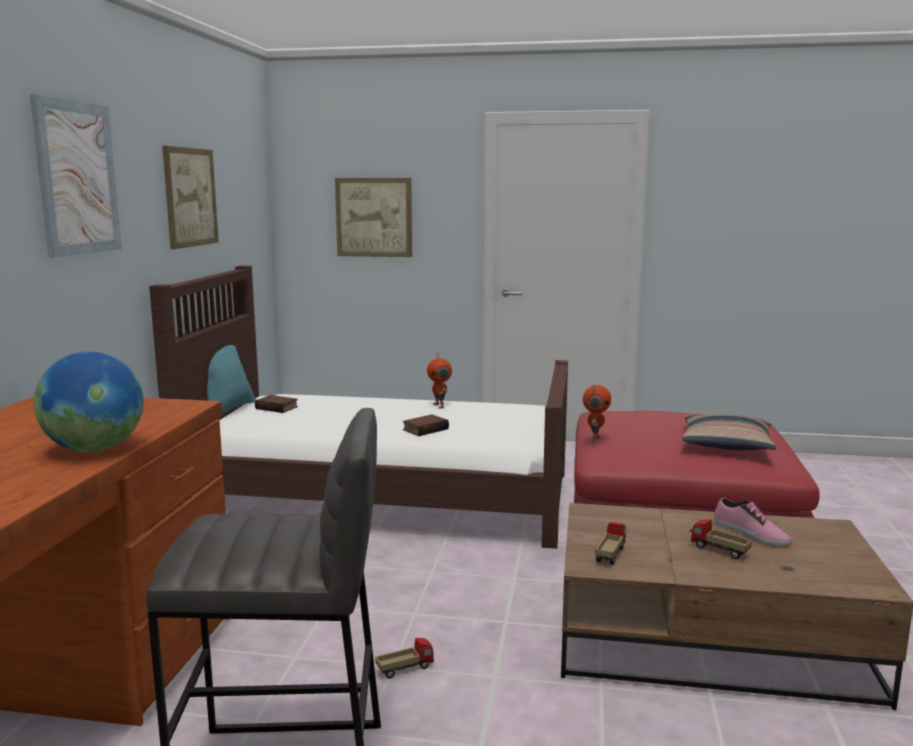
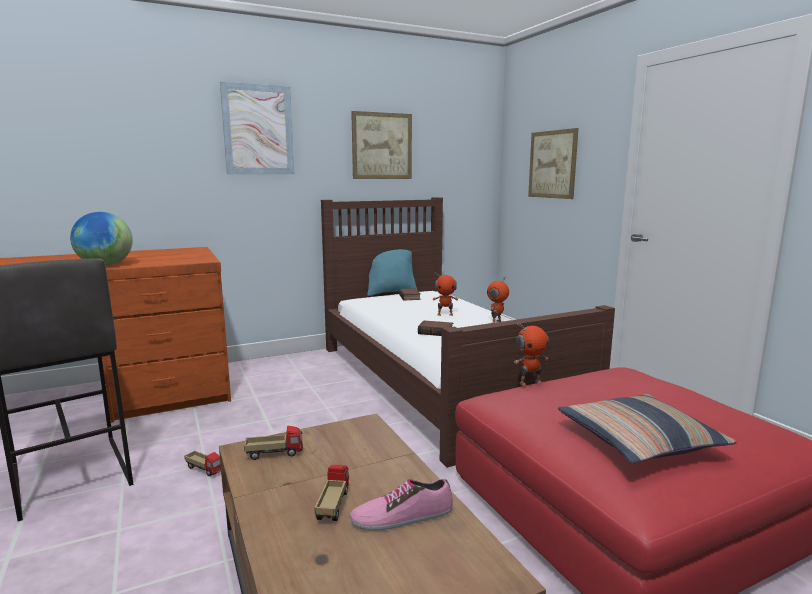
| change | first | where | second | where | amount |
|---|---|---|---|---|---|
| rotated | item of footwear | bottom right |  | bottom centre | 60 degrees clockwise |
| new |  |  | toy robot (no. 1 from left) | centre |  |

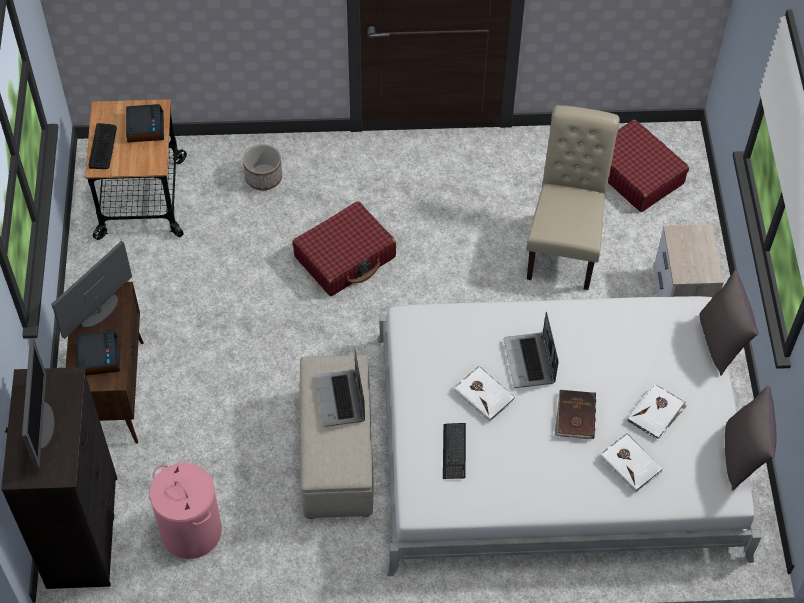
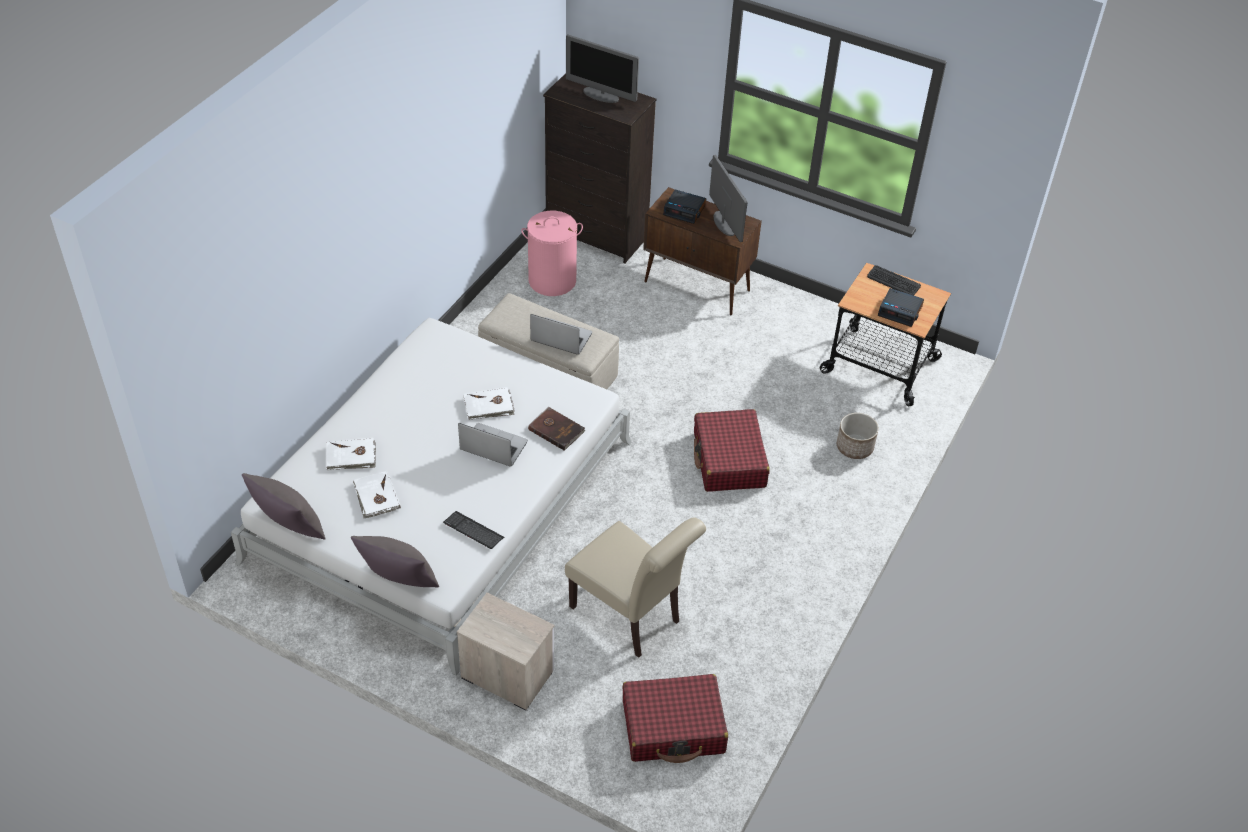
| change | first | where | second | where | amount |
|---|---|---|---|---|---|
| shifted | PC keyboard (no. 2 from left in the first image) | bottom centre | PC keyboard (no. 1 from left) | centre |  |
| shifted | brown-coloured volume | bottom right |  | centre |  |

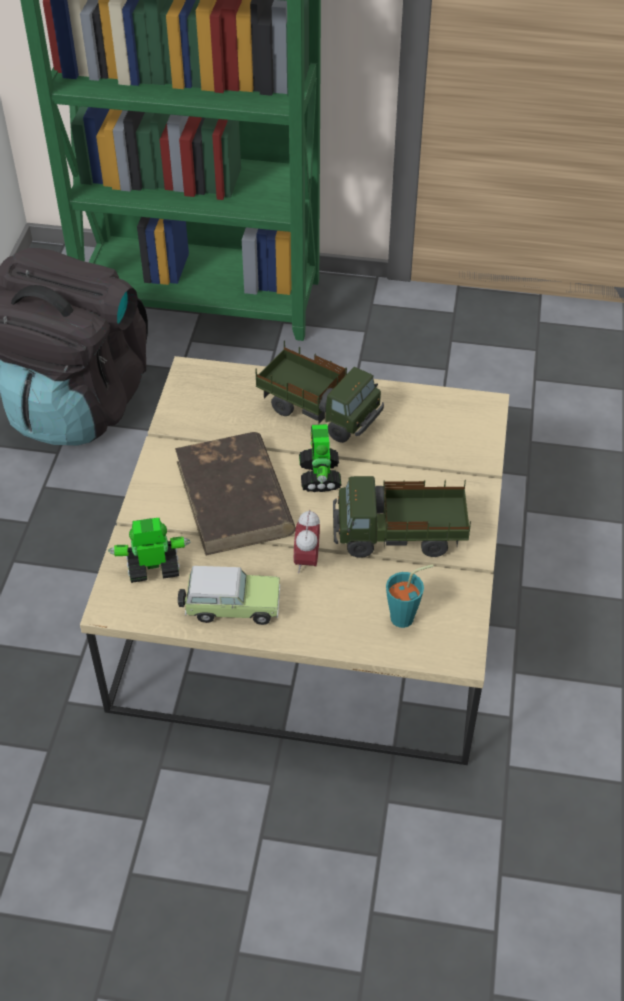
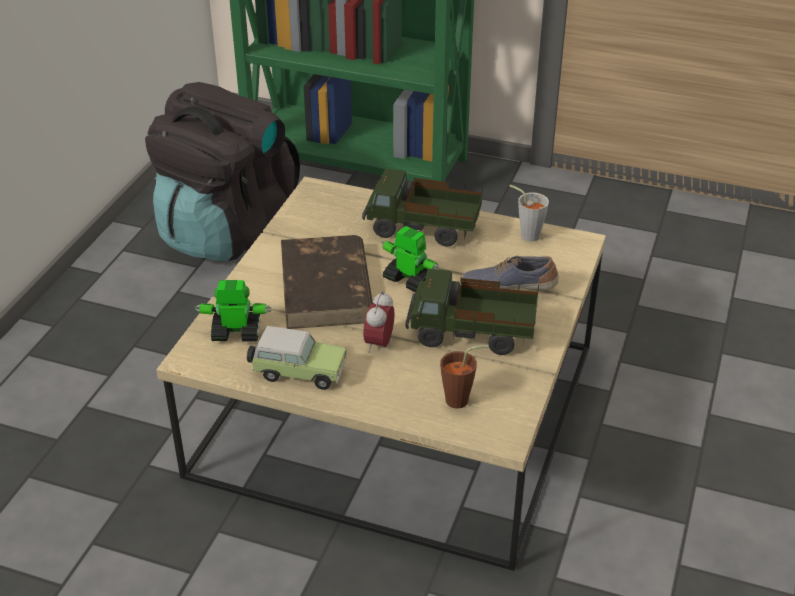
| change | first | where | second | where | amount |
|---|---|---|---|---|---|
| rotated | toy lorry (no. 1 from left) | centre |  | centre | 150 degrees clockwise |
| rotated | toy robot (no. 2 from left) | centre |  | centre | 120 degrees clockwise |
| repainted | turquoise cup | centre | brown-coloured cup | centre |  |
| new |  |  | item of footwear | centre |  |
| new |  |  | grey cup | centre |  |

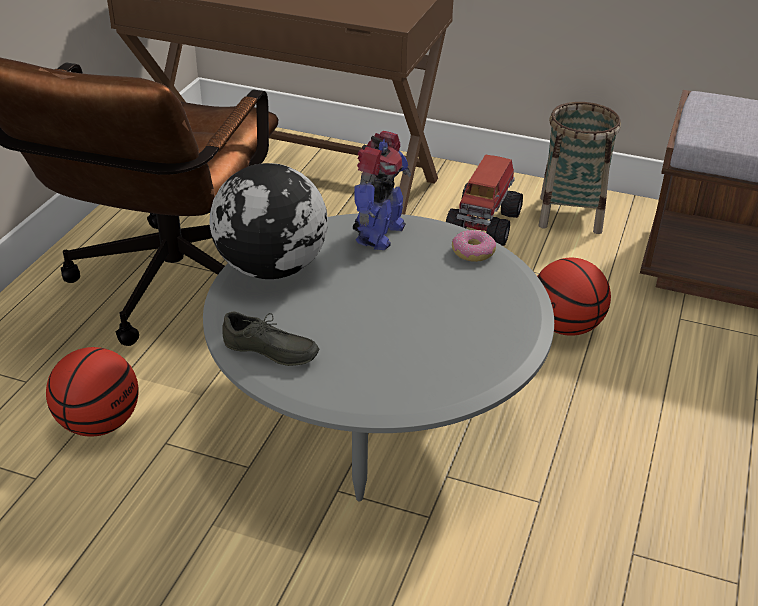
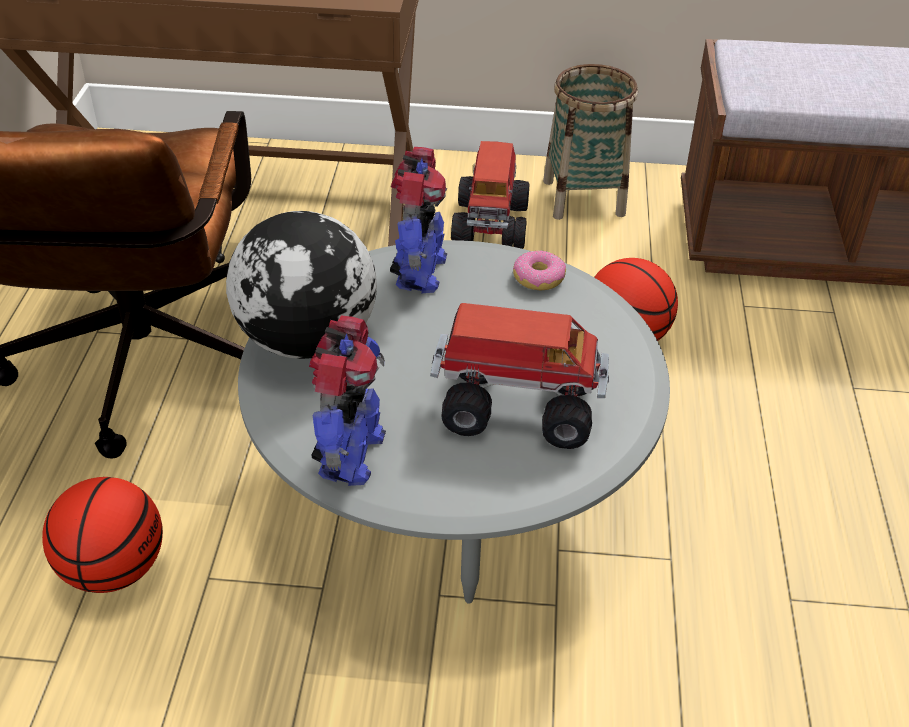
| change | first | where | second | where | amount |
|---|---|---|---|---|---|
| swapped | grey item of footwear | centre | toy robot (no. 1 from left) | centre |  |
| new |  |  | toy lorry (no. 2 from left) | centre |  |

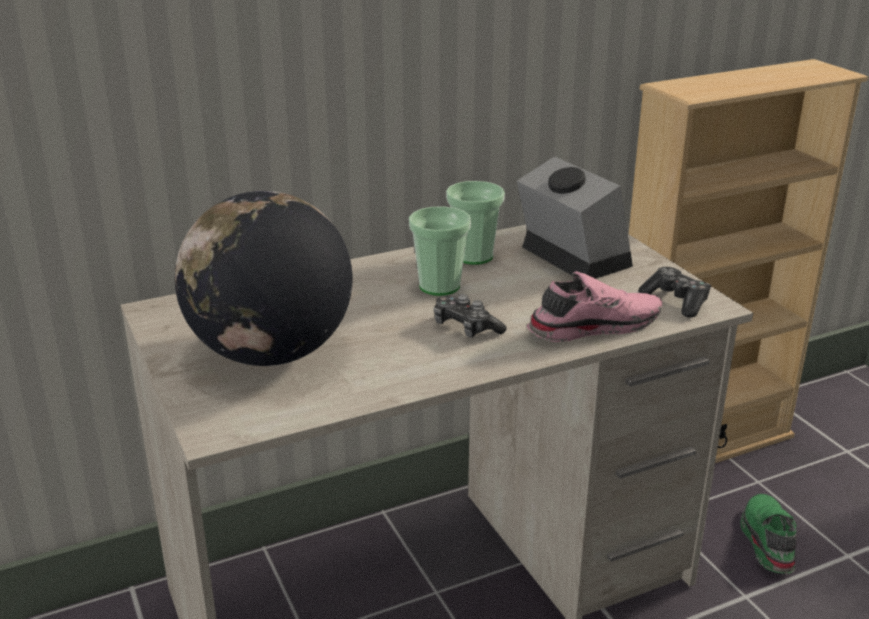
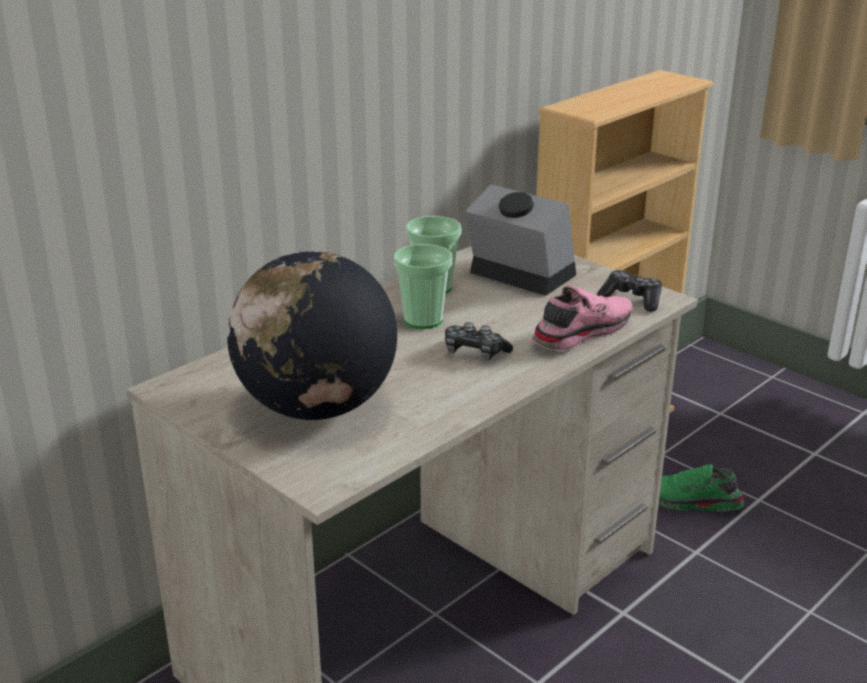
| change | first | where | second | where | amount |
|---|---|---|---|---|---|
| rotated | greenish item of footwear | bottom right |  | bottom right | 60 degrees counterclockwise |

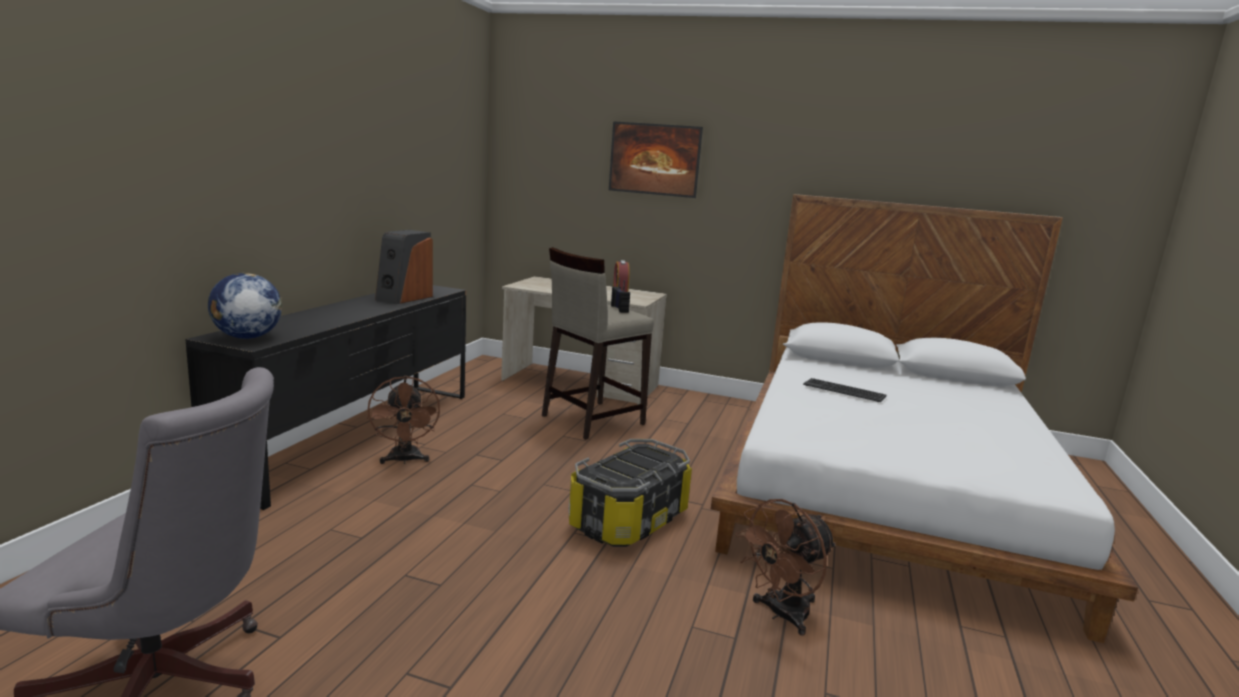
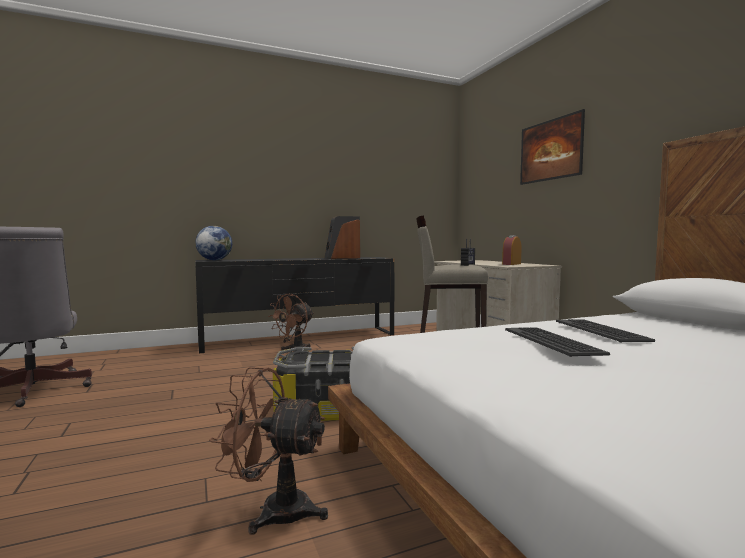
| change | first | where | second | where | amount |
|---|---|---|---|---|---|
| new |  |  | PC keyboard (no. 1 from left) | middle right |  |

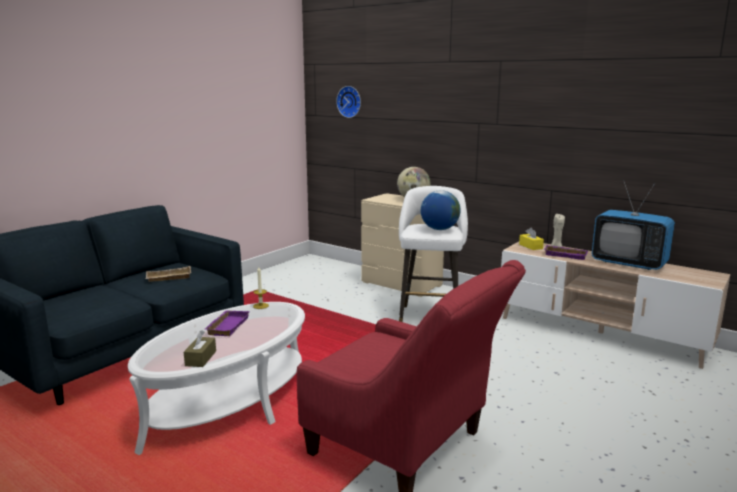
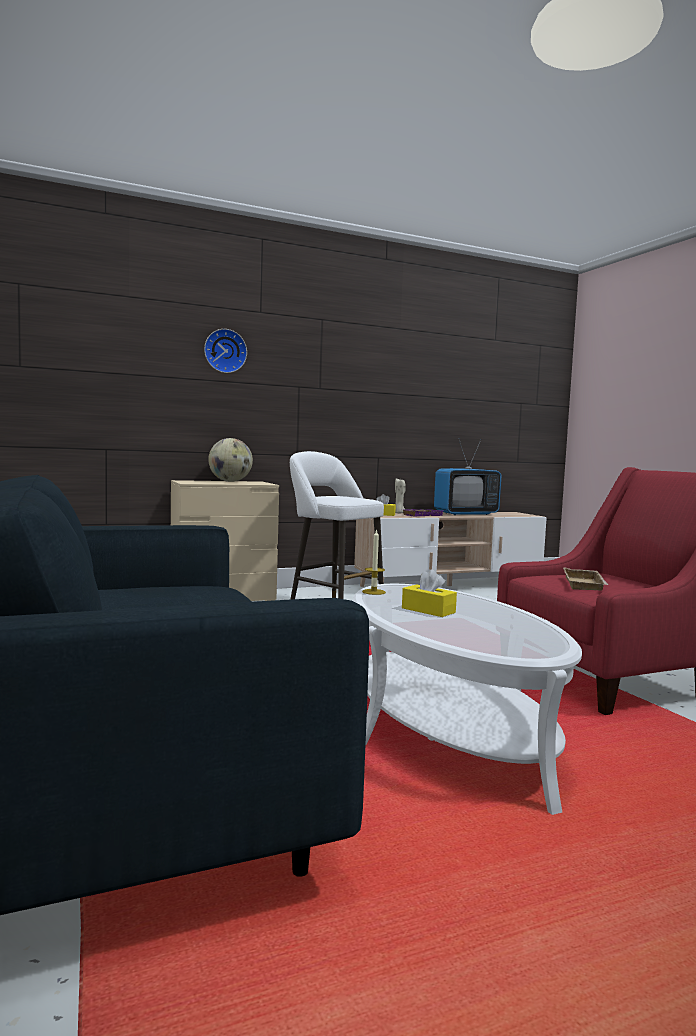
| change | first | where | second | where | amount |
|---|---|---|---|---|---|
| shifted | beige tray | middle left |  | middle right |  |
| gone | brown-coloured tissue box | bottom left |  |  |  |
| swapped | purple-coloured tray (no. 1 from left) | middle left | yellow tissue box (no. 2 from left) | centre |  |
| shifted | wall clock | top centre |  | middle left |  |
| gone | world globe (no. 2 from left) | centre |  |  |  |

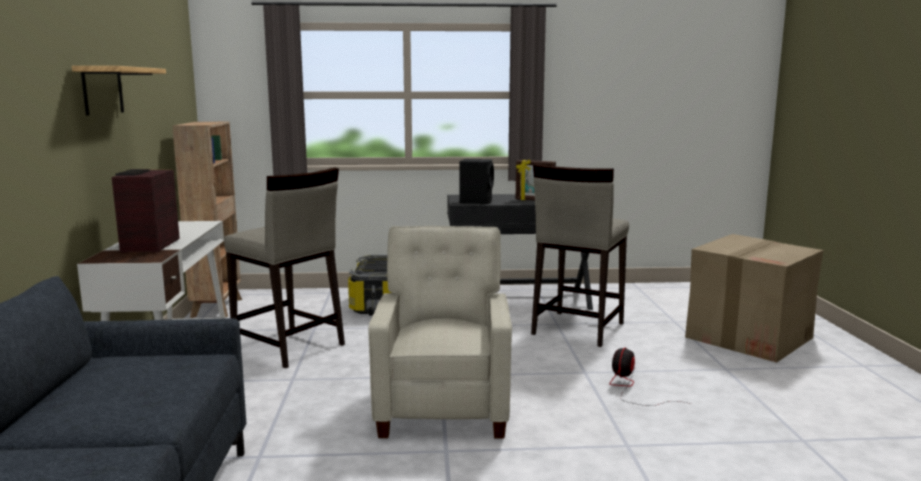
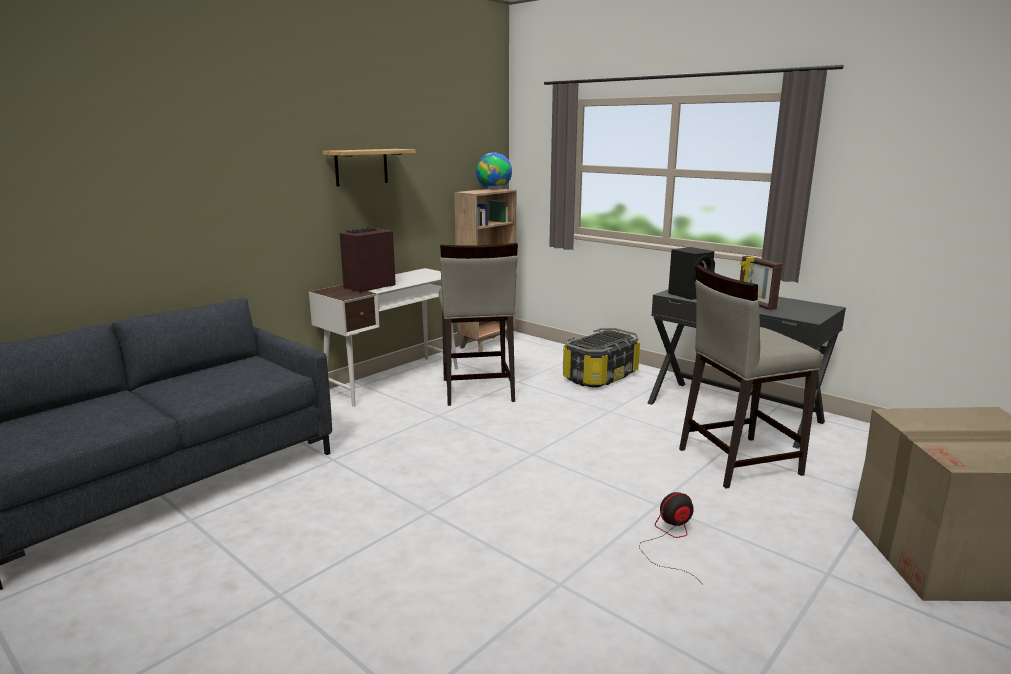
| change | first | where | second | where | amount |
|---|---|---|---|---|---|
| gone | beige lounge chair | bottom centre |  |  |  |
| new |  |  | world globe | top centre |  |

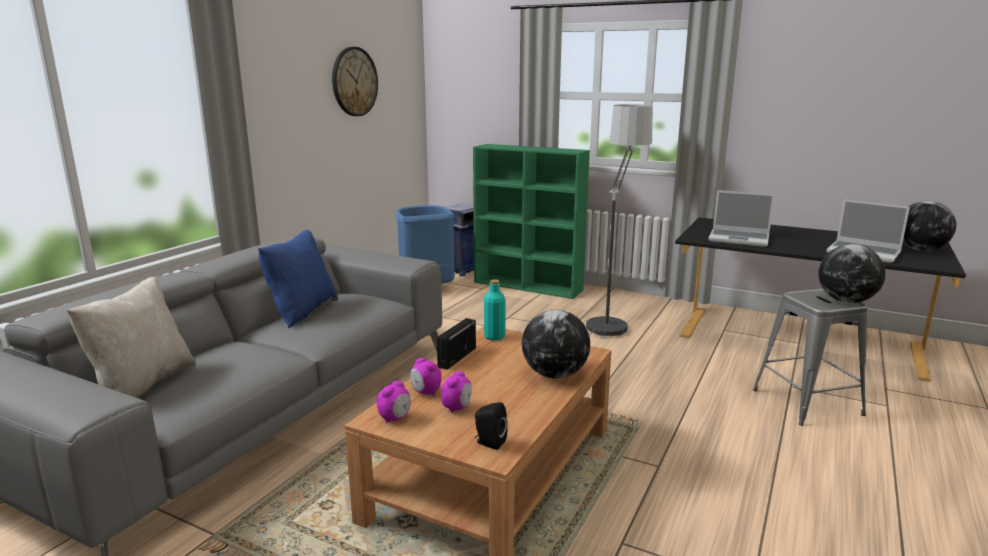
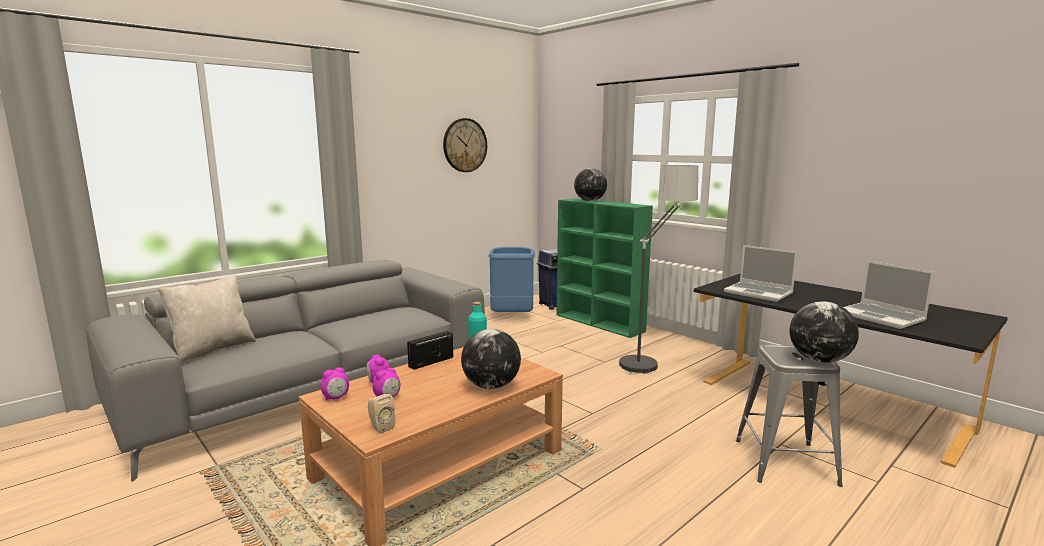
| change | first | where | second | where | amount |
|---|---|---|---|---|---|
| gone | bluish throw pillow | middle left |  |  |  |
| repainted | black-coloured speaker | bottom centre | beige speaker | bottom centre |  |
| shifted | world globe (no. 3 from left in the first image) | middle right | world globe (no. 2 from left) | centre |  |

